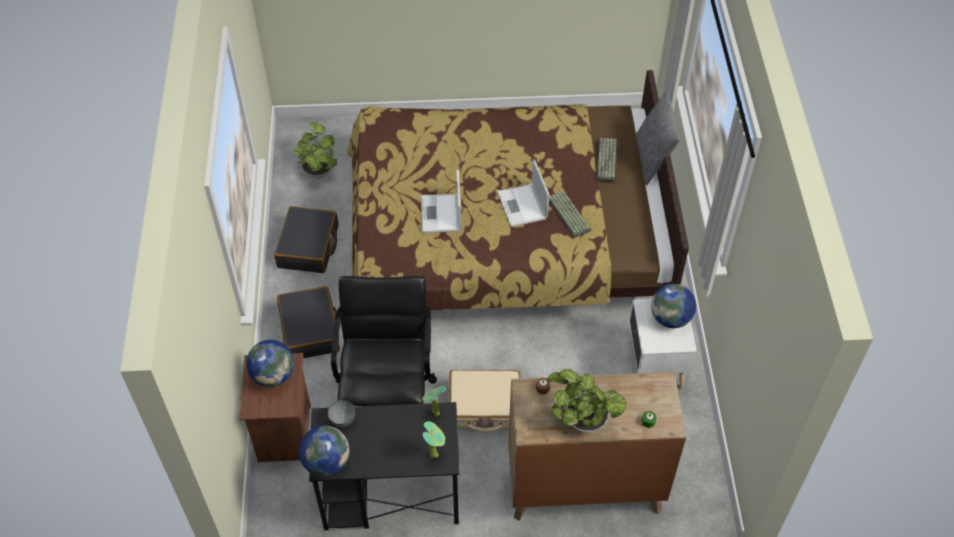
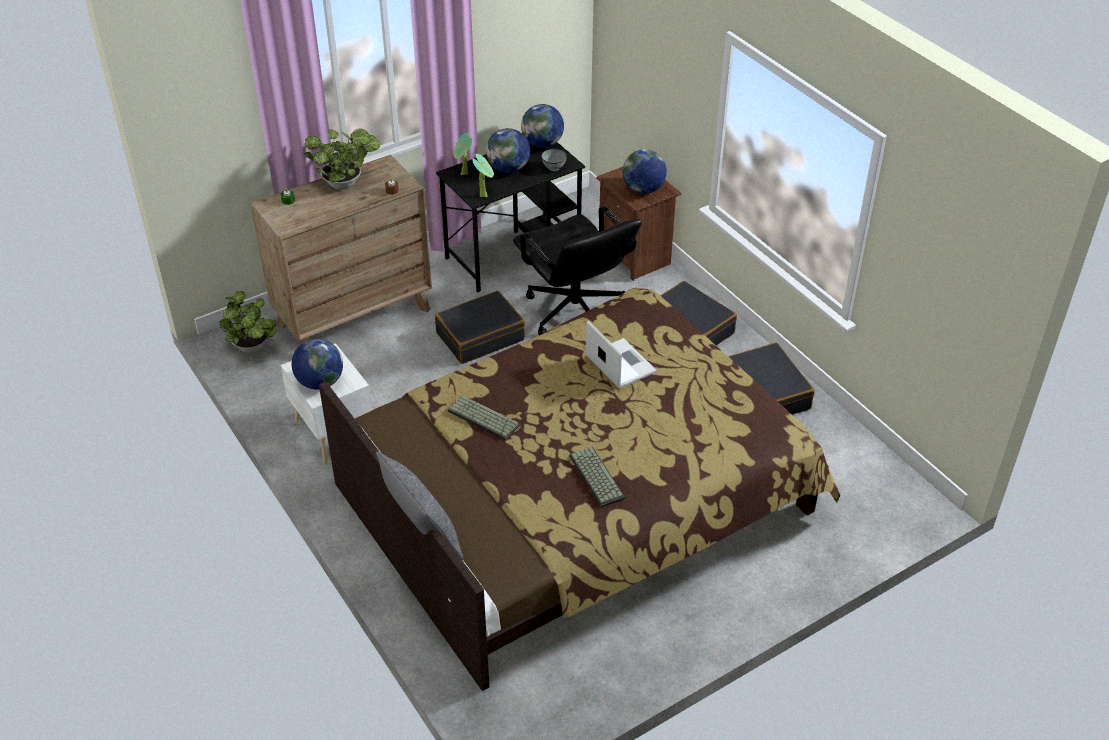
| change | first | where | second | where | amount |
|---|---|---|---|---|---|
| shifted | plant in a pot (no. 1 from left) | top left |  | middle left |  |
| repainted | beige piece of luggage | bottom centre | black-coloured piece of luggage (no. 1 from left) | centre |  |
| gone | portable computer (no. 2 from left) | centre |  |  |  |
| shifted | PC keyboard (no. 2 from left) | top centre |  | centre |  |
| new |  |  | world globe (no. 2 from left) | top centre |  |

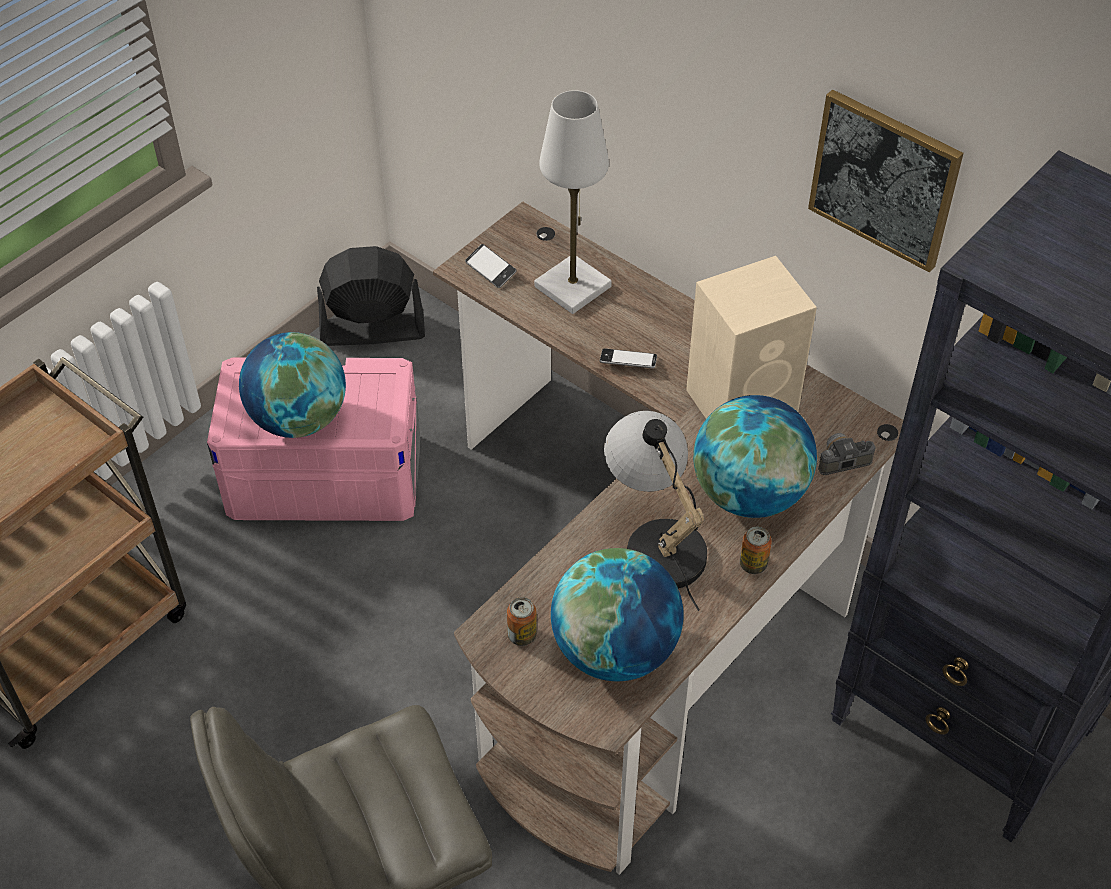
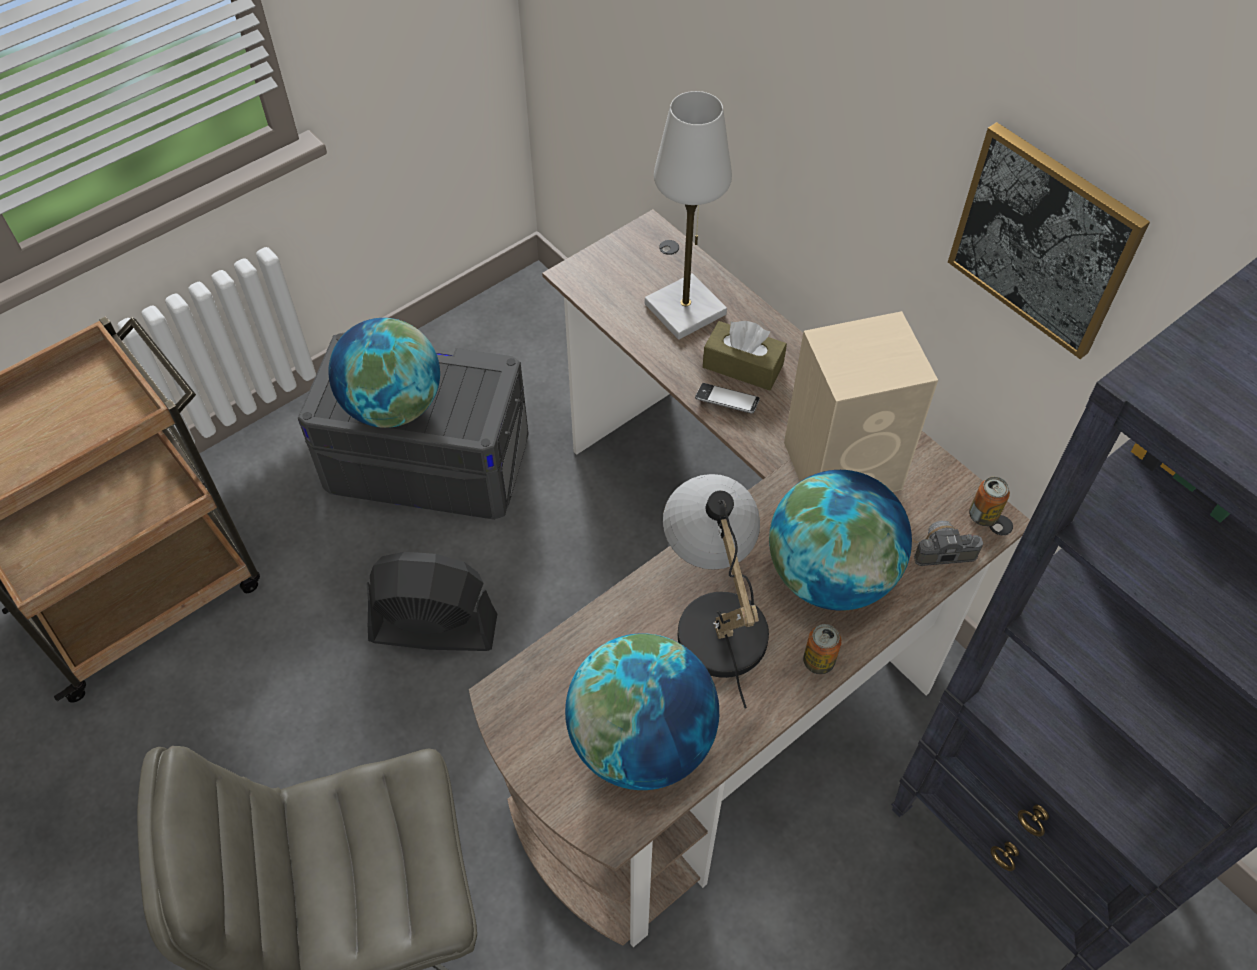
| change | first | where | second | where | amount |
|---|---|---|---|---|---|
| repainted | pink storage box | middle left | grey storage box | middle left |  |
| shifted | black-coloured cooling fan | top centre |  | centre |  |
| gone | telephone (no. 1 from left) | top centre |  |  |  |
| shifted | metal can (no. 1 from left in the first image) | bottom centre | metal can (no. 2 from left) | middle right |  |
| new |  |  | brown-coloured tissue box | centre |  |

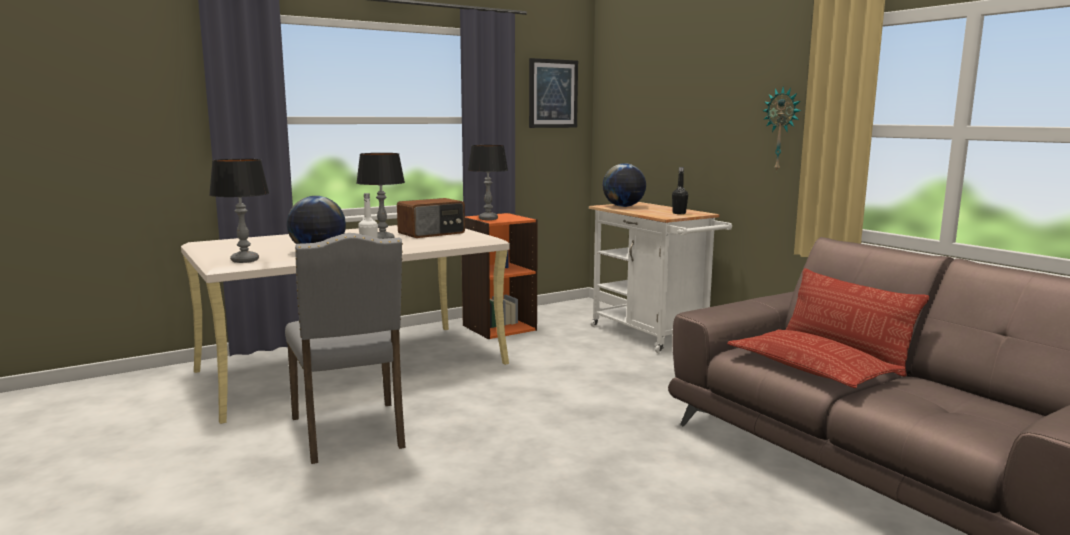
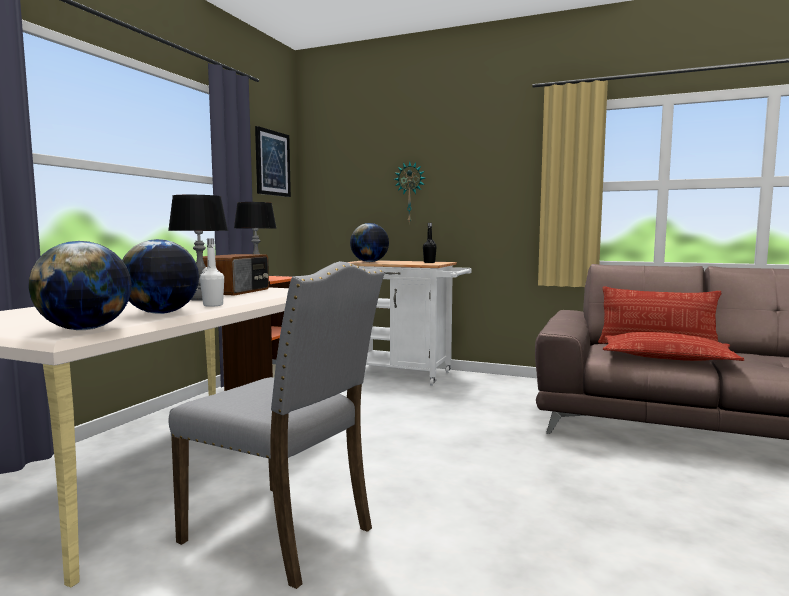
| change | first | where | second | where | amount |
|---|---|---|---|---|---|
| swapped | tabletop lamp (no. 1 from left) | middle left | world globe (no. 1 from left) | middle left |  |
| shifted | wall clock | top right |  | top centre |  |

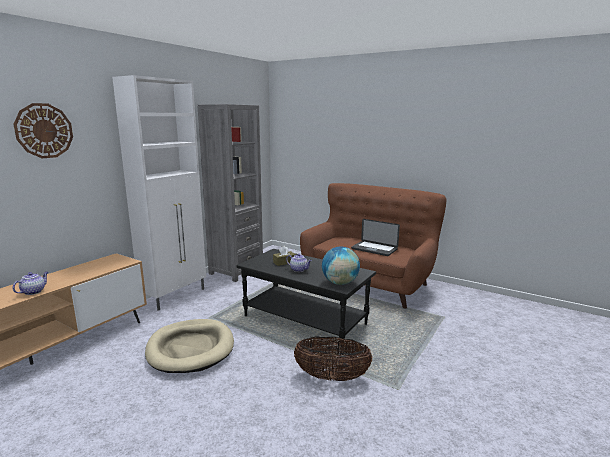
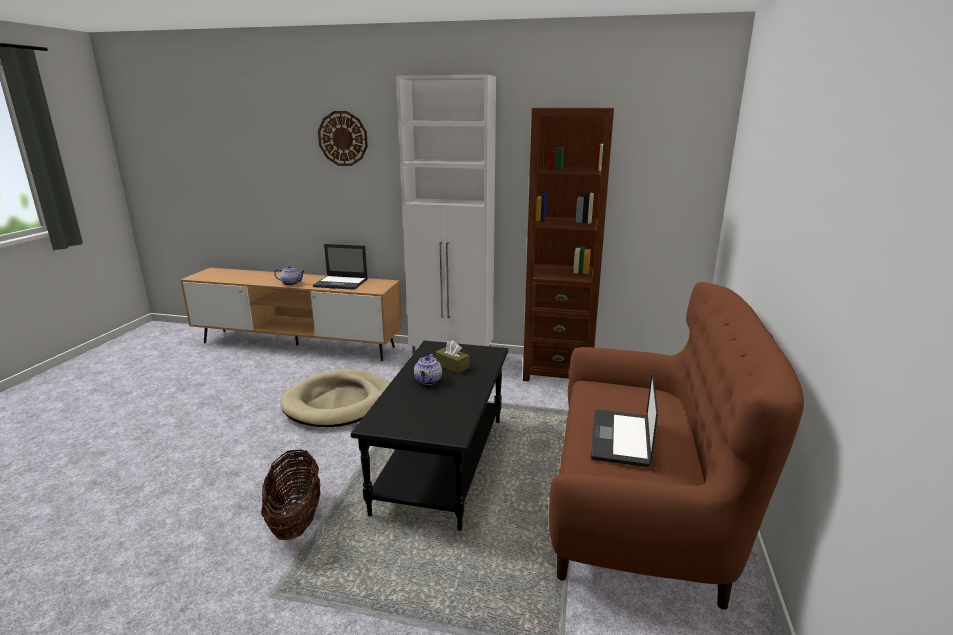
| change | first | where | second | where | amount |
|---|---|---|---|---|---|
| repainted | grey bookcase | centre | brown-coloured bookcase | centre |  |
| gone | world globe | centre |  |  |  |
| new |  |  | portable computer (no. 1 from left) | centre |  |

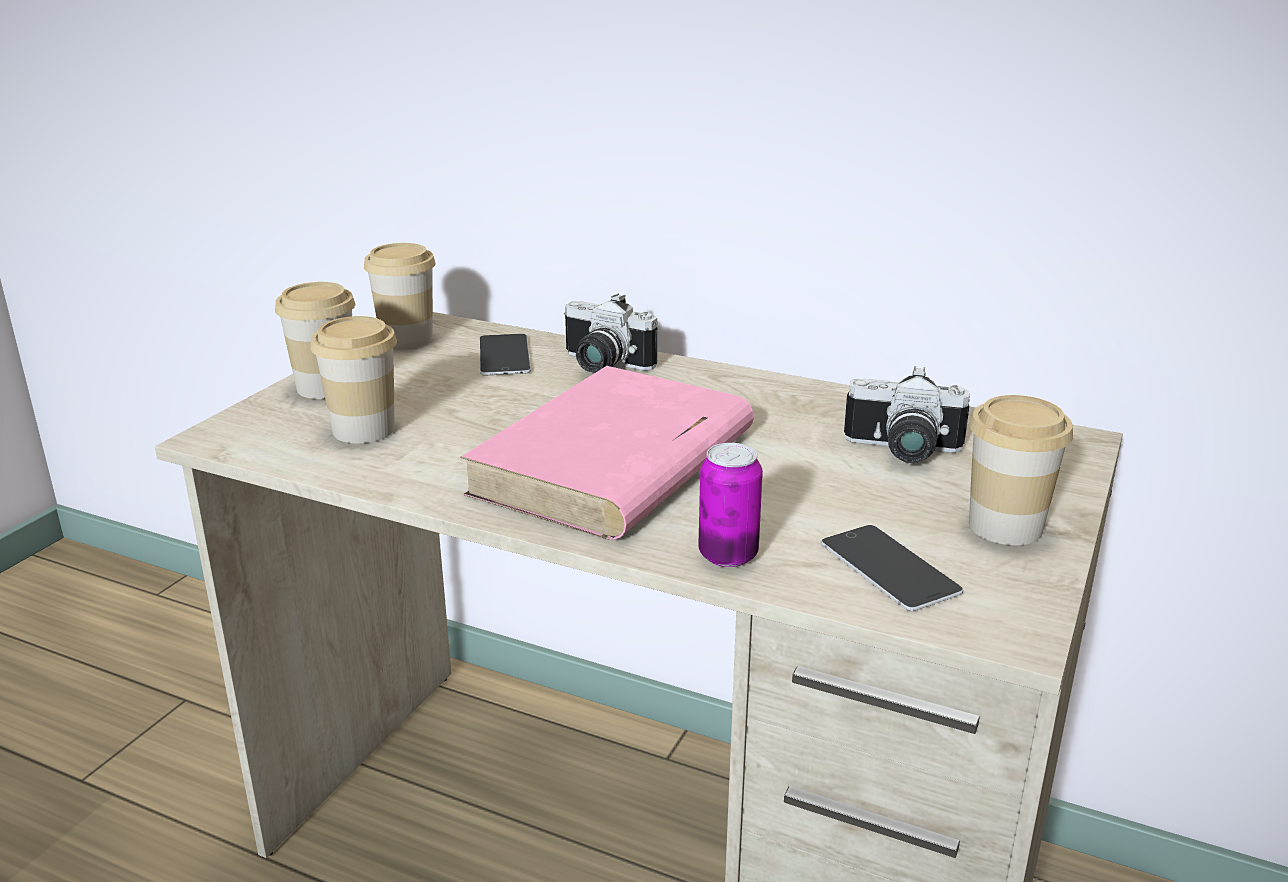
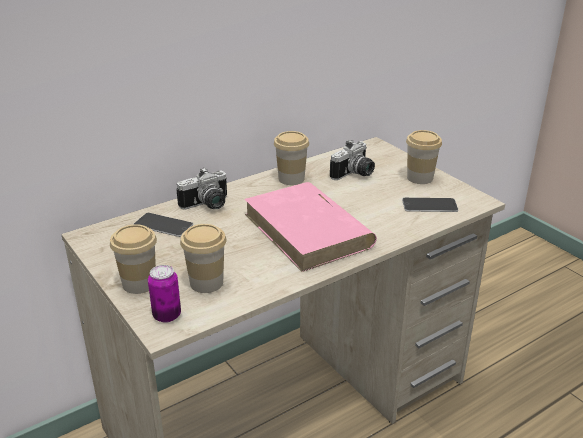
| change | first | where | second | where | amount |
|---|---|---|---|---|---|
| shifted | cup (no. 3 from left) | middle left |  | centre |  |
| shifted | metal can | centre |  | bottom left |  |

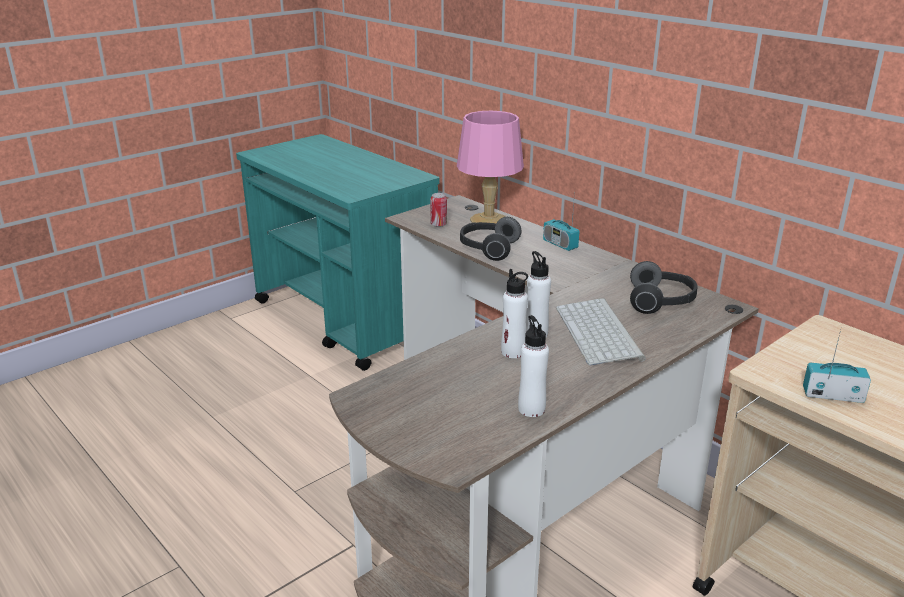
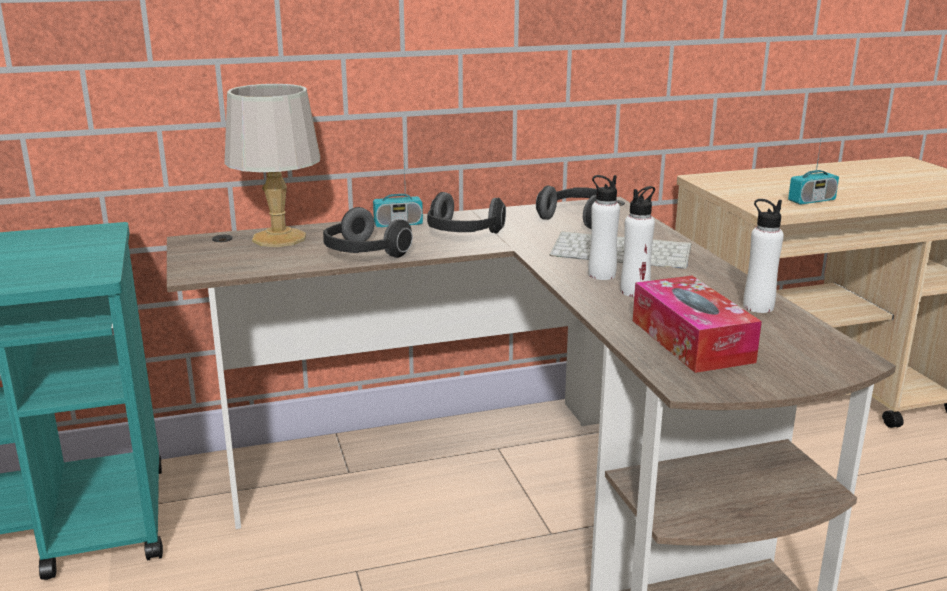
| change | first | where | second | where | amount |
|---|---|---|---|---|---|
| gone | metal can | centre |  |  |  |
| repainted | pink tabletop lamp | top centre | grey tabletop lamp | top left |  |
| rotated | radio receiver (no. 2 from left) | middle right |  | top right | 150 degrees counterclockwise |
| new |  |  | headphones (no. 2 from left) | centre |  |
| new |  |  | tissue box | middle right |  |

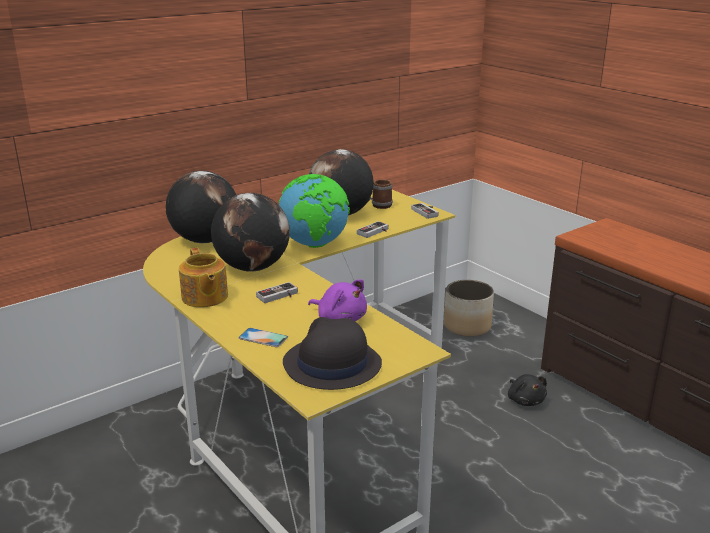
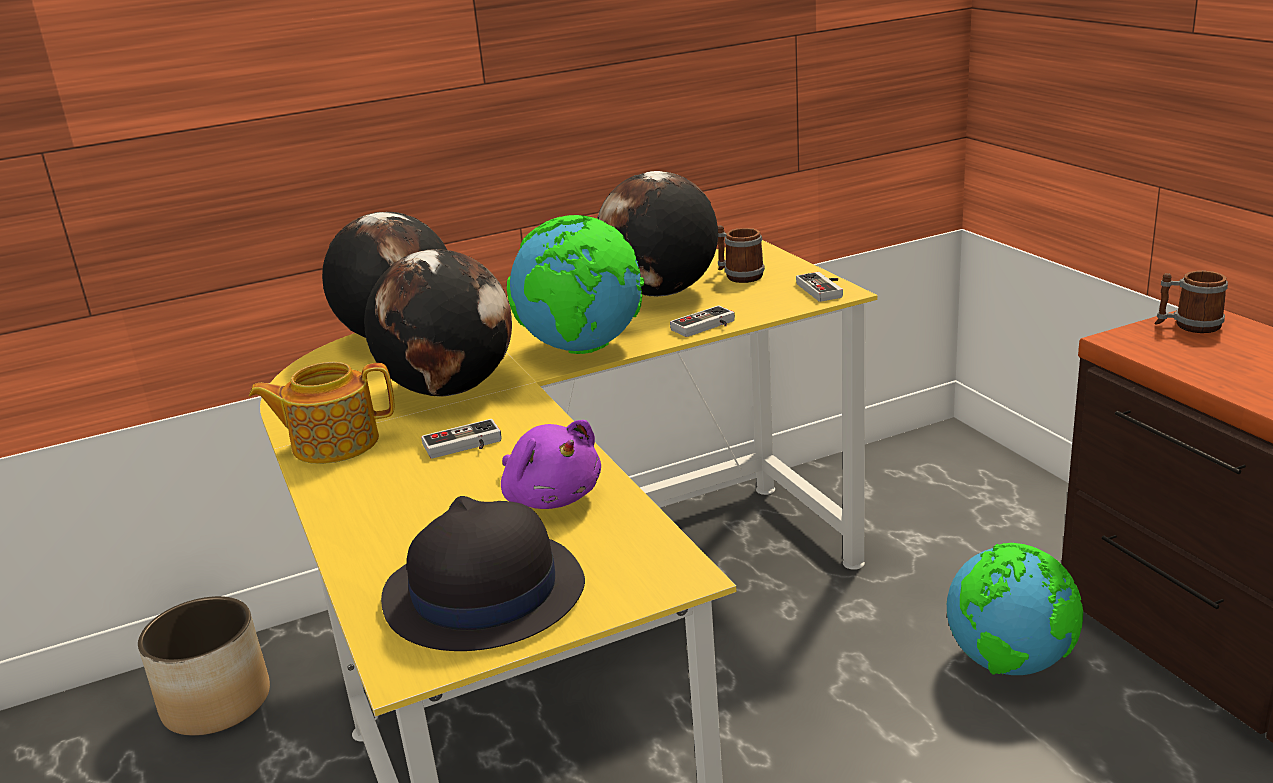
| change | first | where | second | where | amount |
|---|---|---|---|---|---|
| rotated | pot for tea | middle left |  | middle left | 90 degrees clockwise |
| gone | telephone | centre |  |  |  |
| shifted | plant pot | centre |  | bottom left |  |
| swapped | black-coloured soft toy | bottom right | world globe (no. 5 from left) | bottom right |  |
| new |  |  | coffee mug (no. 2 from left) | middle right |  |

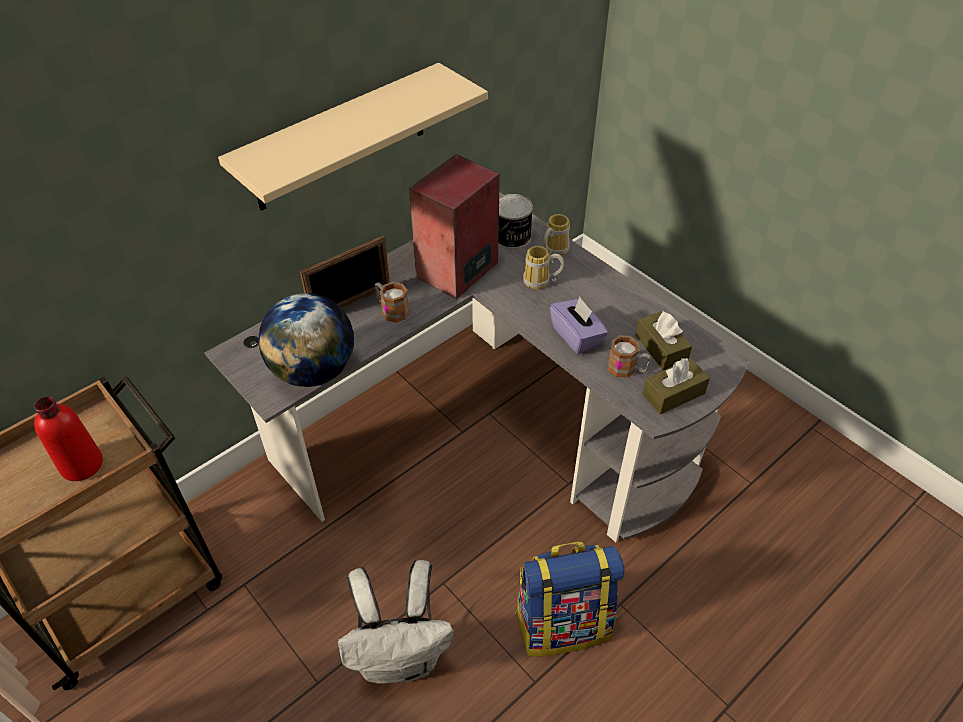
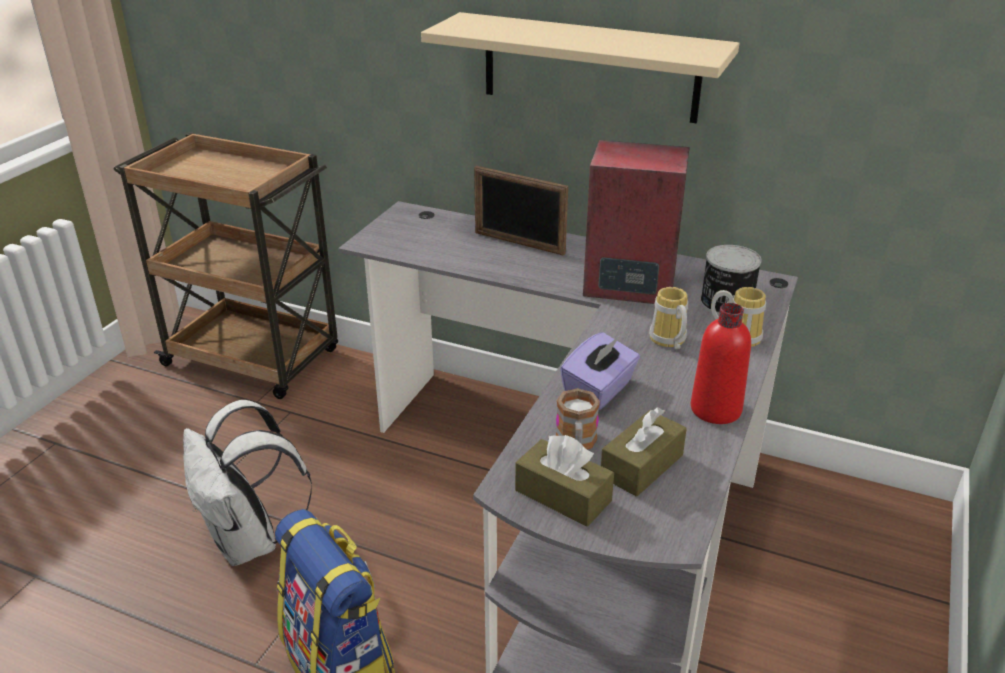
| change | first | where | second | where | amount |
|---|---|---|---|---|---|
| shifted | red bottle | middle left |  | middle right |  |
| gone | world globe | middle left |  |  |  |
| gone | coffee mug (no. 1 from left) | centre |  |  |  |

